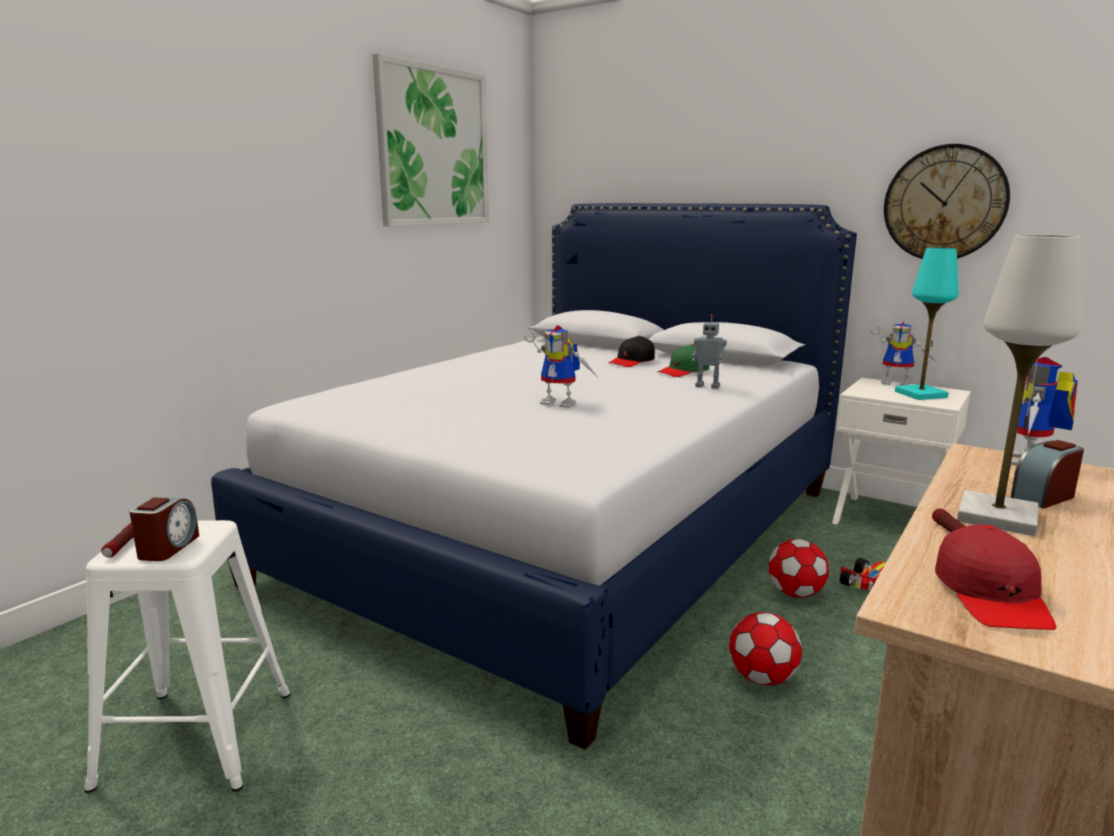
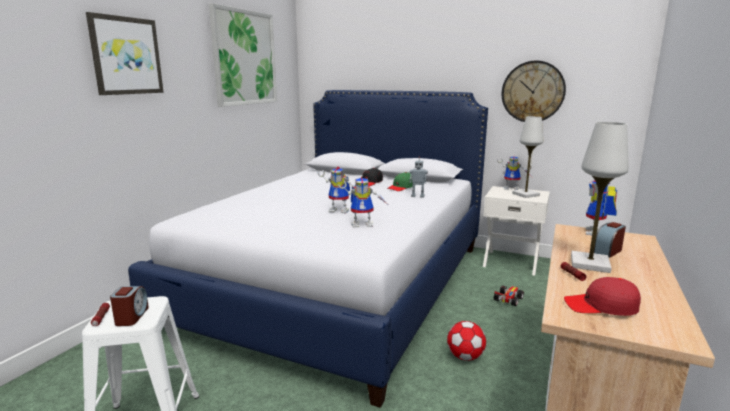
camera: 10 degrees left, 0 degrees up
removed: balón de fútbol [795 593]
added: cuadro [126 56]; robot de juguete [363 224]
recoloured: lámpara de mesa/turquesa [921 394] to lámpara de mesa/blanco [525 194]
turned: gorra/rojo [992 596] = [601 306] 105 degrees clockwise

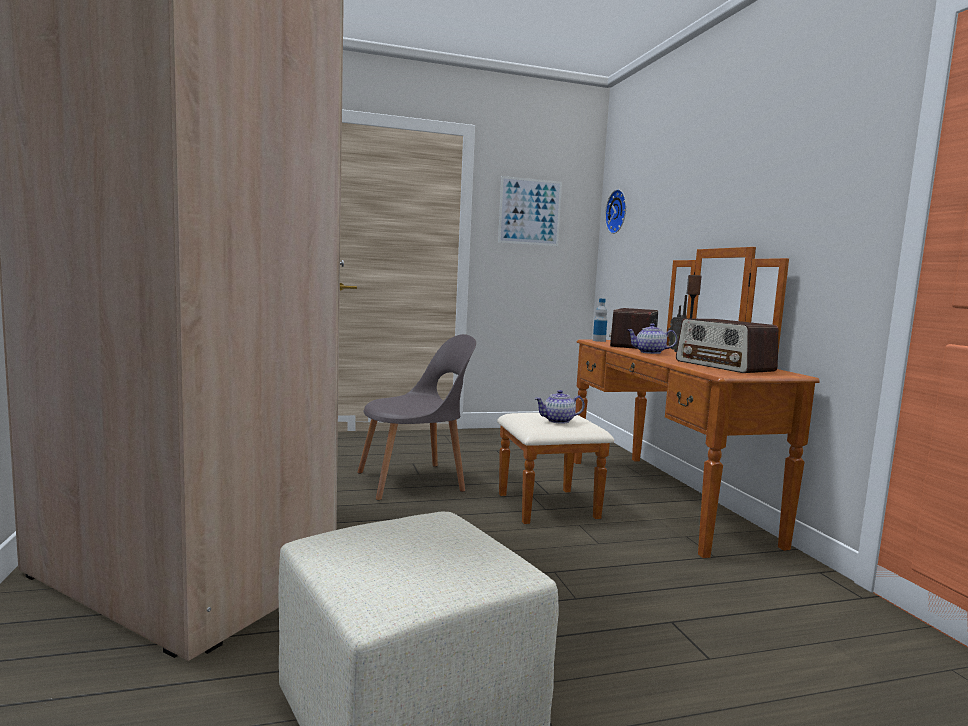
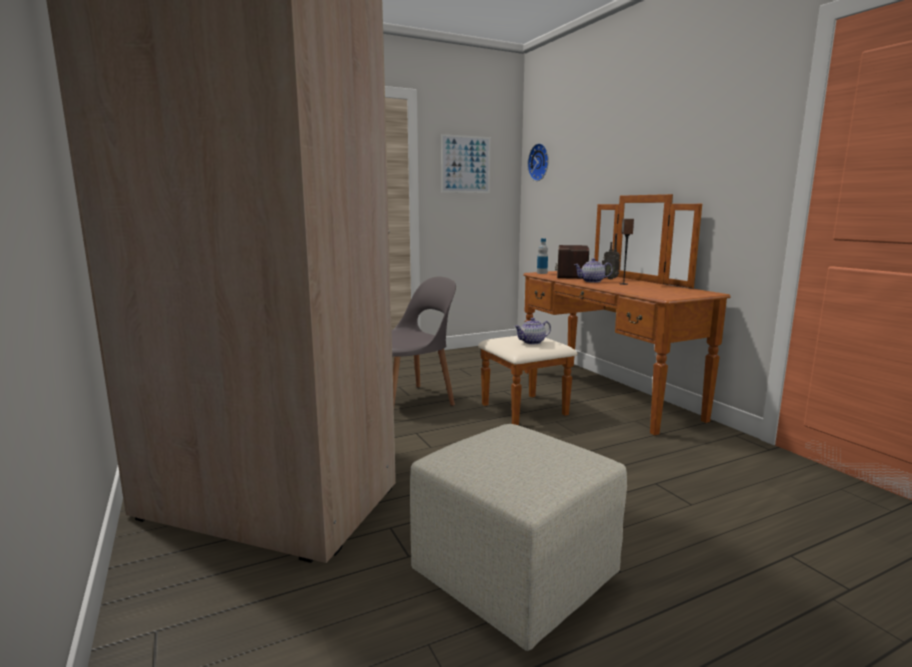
camera: 10 degrees left, 5 degrees up
removed: radio [724 366]

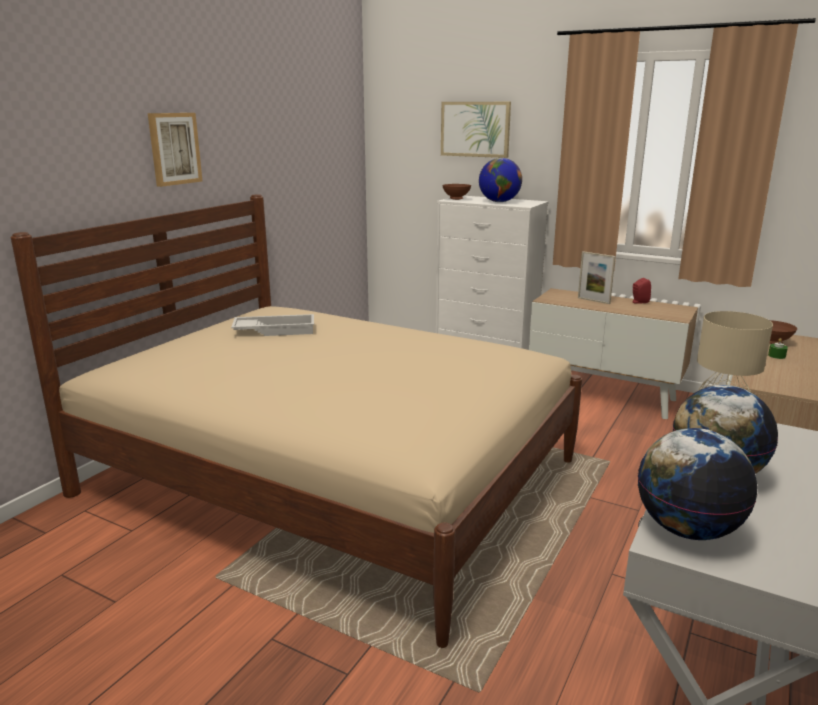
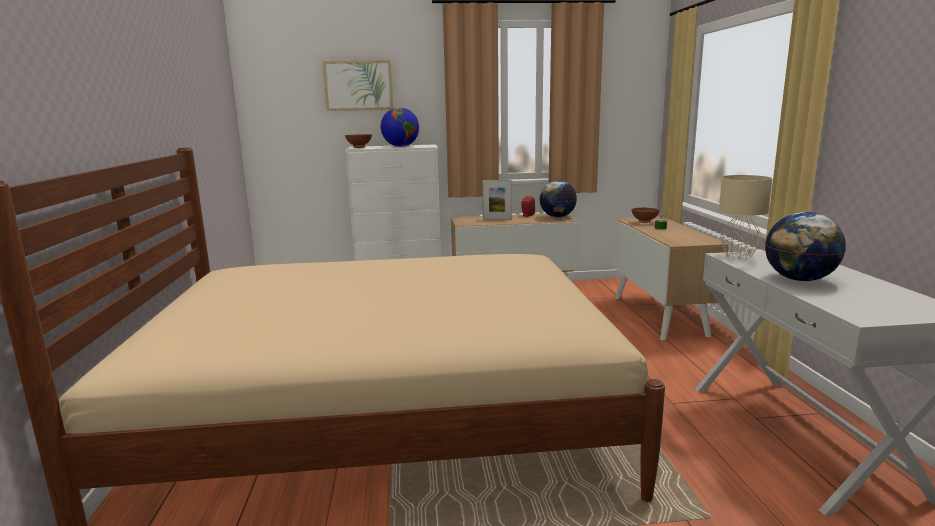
camera: 35 degrees left, 5 degrees down
removed: cuadro [174 148]; bandeja/blanco [275 330]
moved: globo terráqueo [687 529] to [557 217]

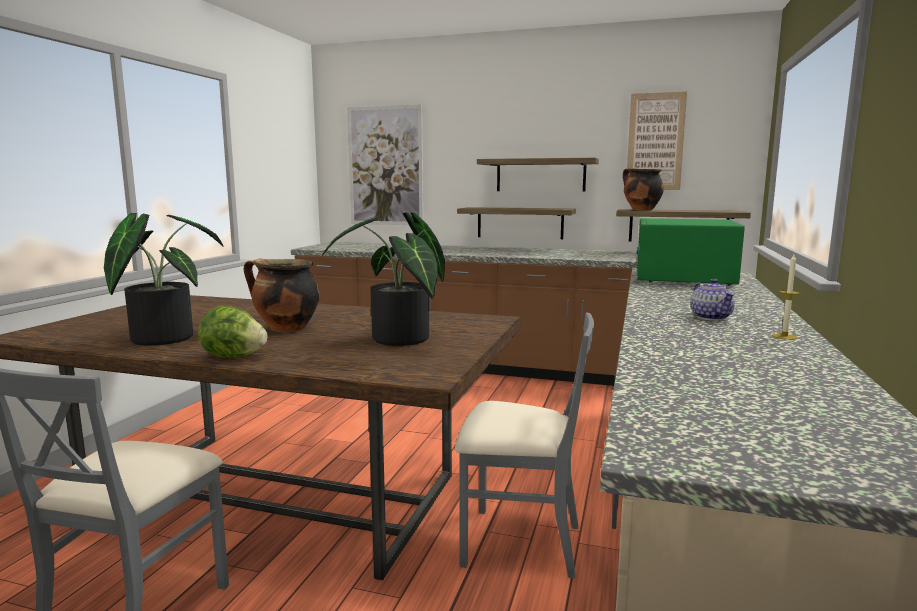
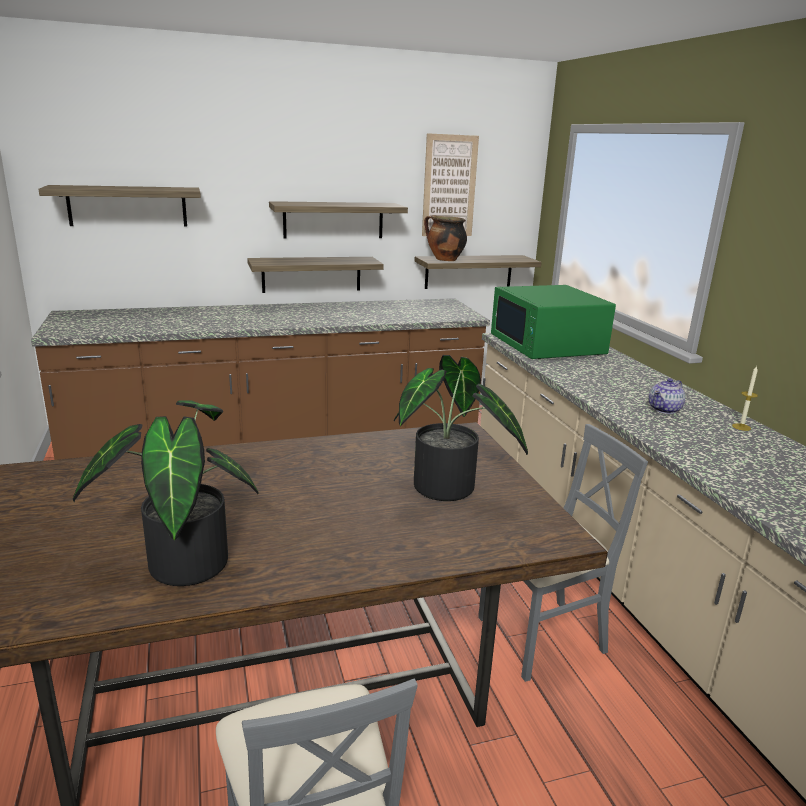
camera: 35 degrees left, 10 degrees up
removed: lechuga [233 357]; olla [285 329]
replaced: cuadro [385 166] to estante [127 206]
turned: tetera [711 317] = [665 409] 90 degrees clockwise

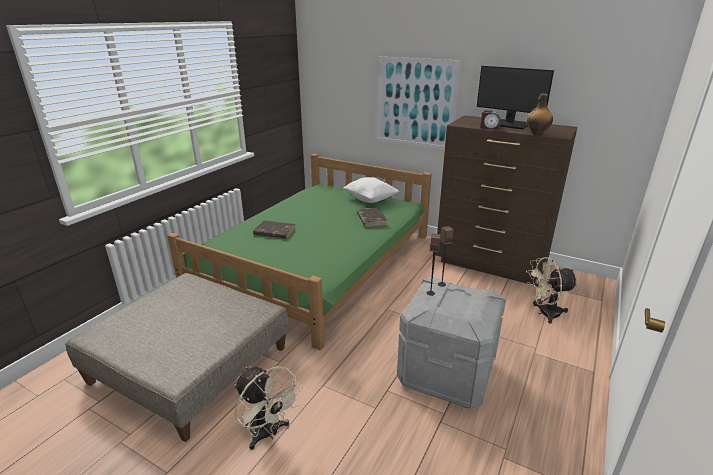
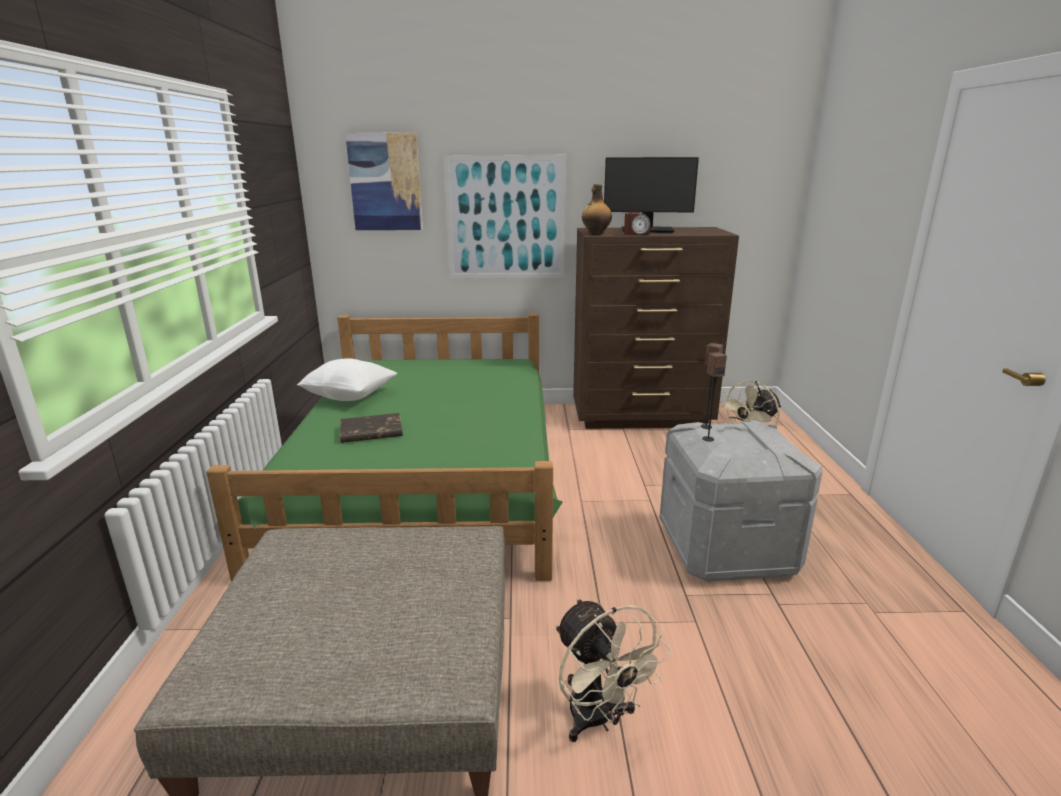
camera: 30 degrees left, 5 degrees down
removed: libro/marrón [371 219]
added: cuadro [385 182]
moved: cojín/blanco [370 200] to [349 396]; botella [537 133] to [595 234]
turned: ventilador/beis [268 433] = [599 720] 45 degrees clockwise

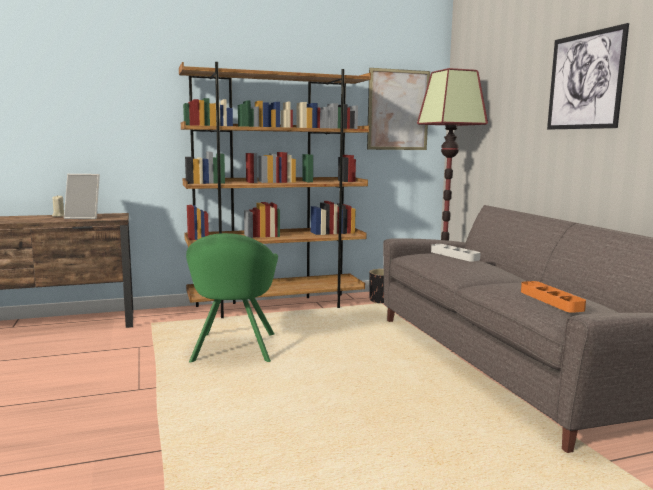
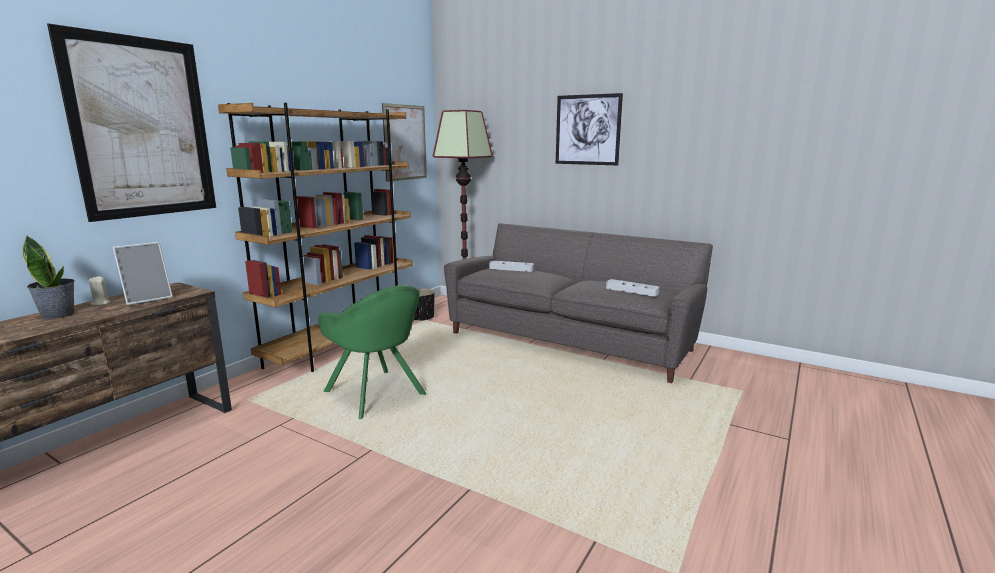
camera: 40 degrees left, 5 degrees up
added: planta en maceta [58 314]; cuadro [142 128]
recoloured: bandeja/naranja [551 300] to bandeja/gris [631 290]

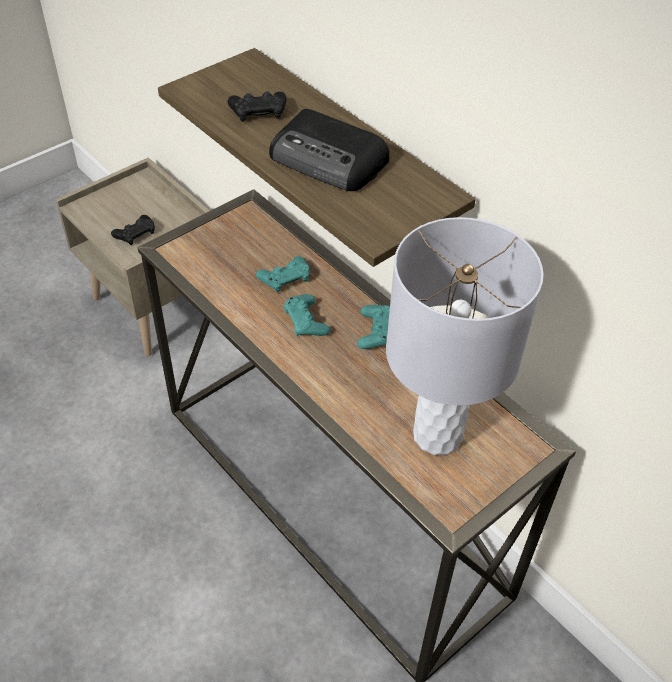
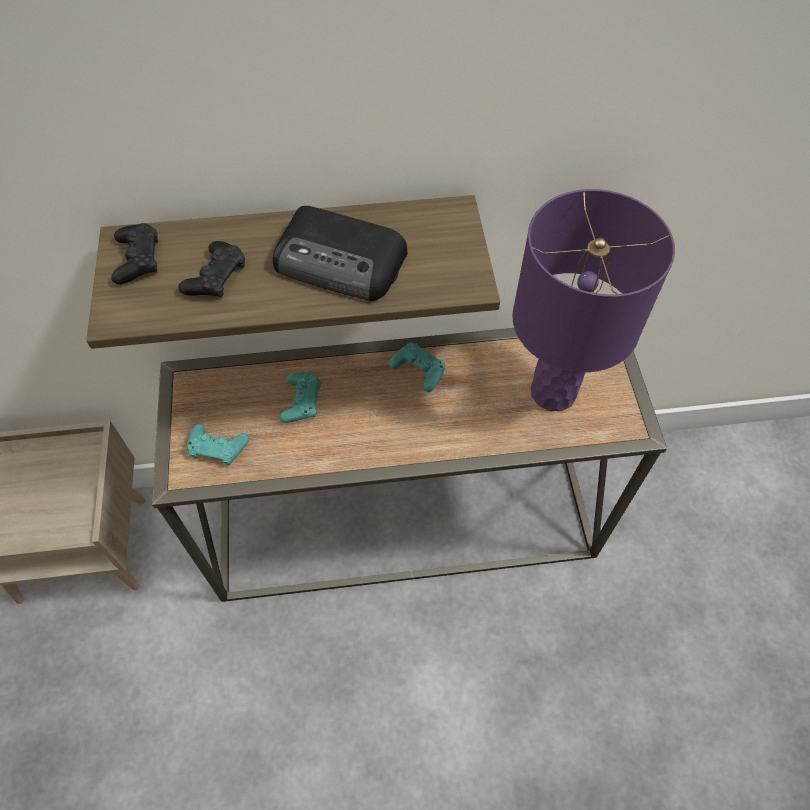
camera: 55 degrees left, 10 degrees up
moved: mando de consola/negro [135 233] to [137 259]; mando de consola/turquesa [306 321] to [218 447]
recoloured: lámpara de mesa/gris [437 434] to lámpara de mesa/morado [552 392]
turned: radio [329 160] = [341 262] 45 degrees clockwise

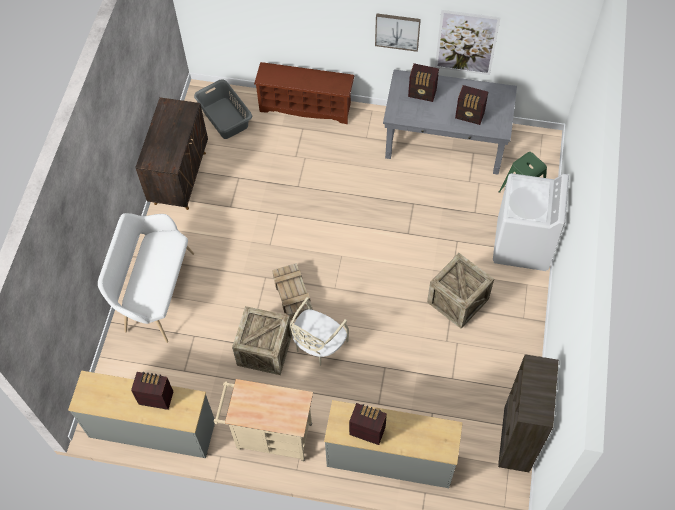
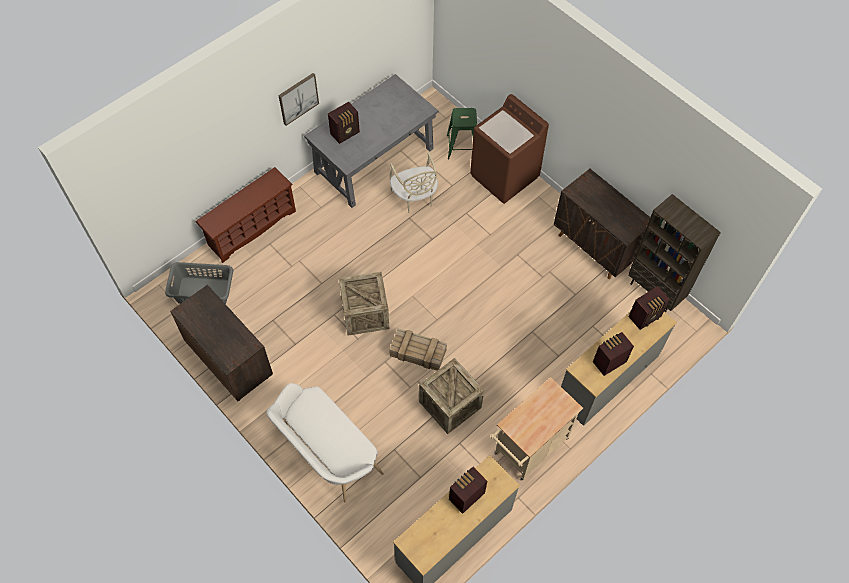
camera: 55 degrees left, 0 degrees up
removed: cuadro [466 43]
added: armario/marrón [595 247]
moved: silla/beis [318 344] to [414 197]; caja de embalaje [457 300] to [365 313]; radio [470 116] to [645 316]
recoloured: lavadora/blanco [522 245] to lavadora/marrón [504 176]

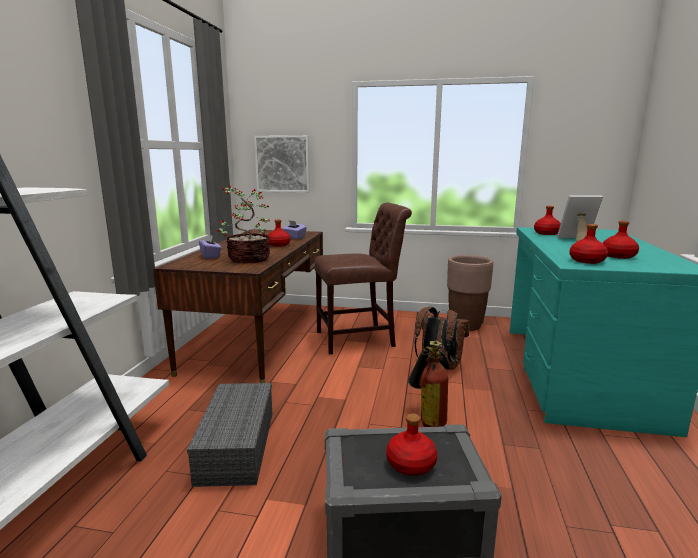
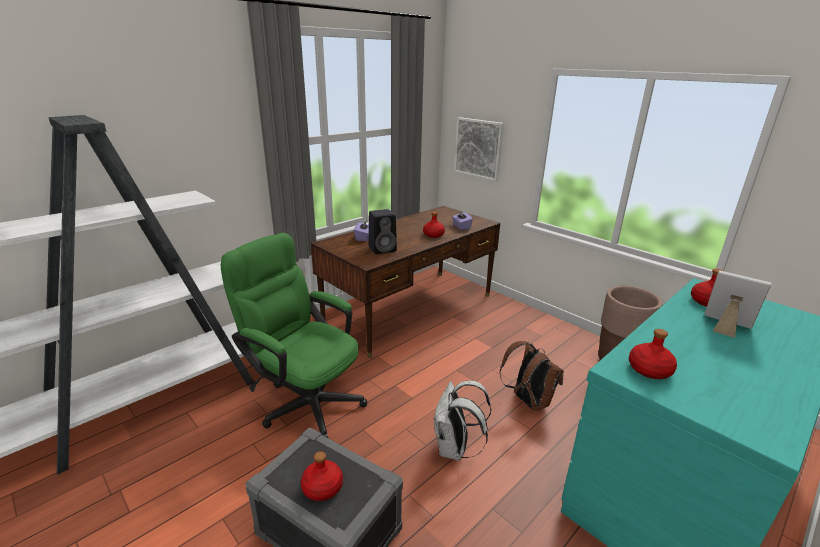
camera: 35 degrees right, 10 degrees up
removed: silla/marrón [360 339]; botella/rojo [618 256]
replaced: caja de almacenaje/gris [236 445] to silla de oficina/verde [305 400]; planta en maceta [247 259] to altavoz/negro [383 249]; extintor [427 419] to mochila/blanco [455 449]

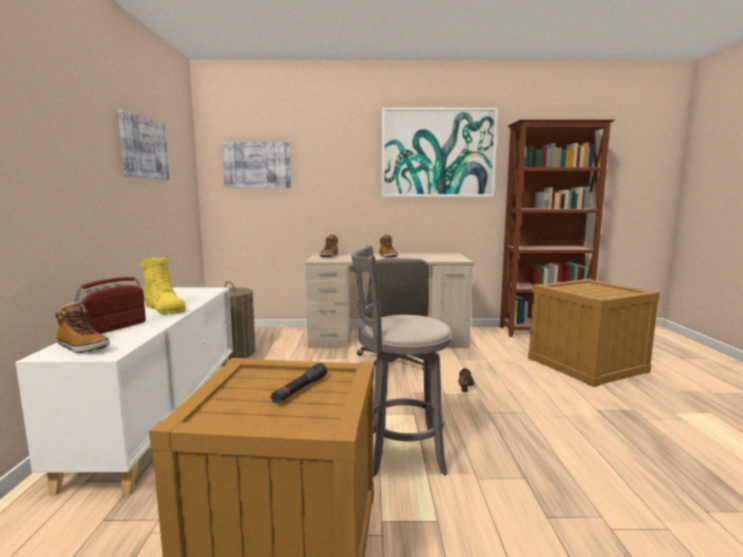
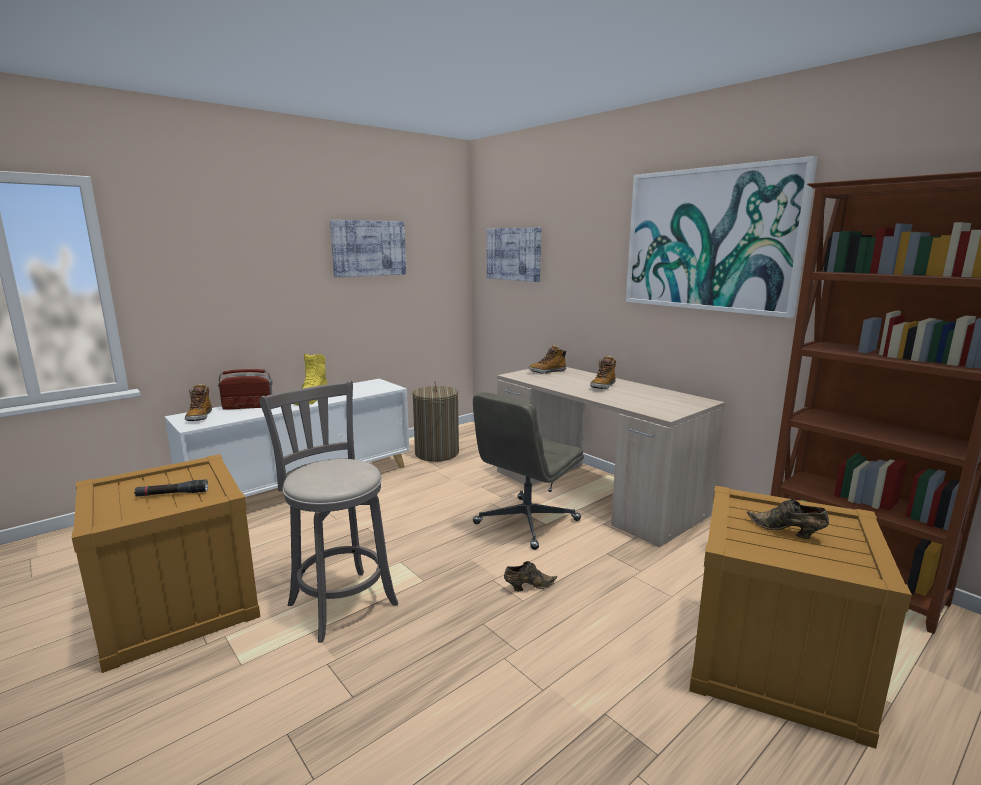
camera: 50 degrees right, 5 degrees up
added: zapato/marrón [787 532]

